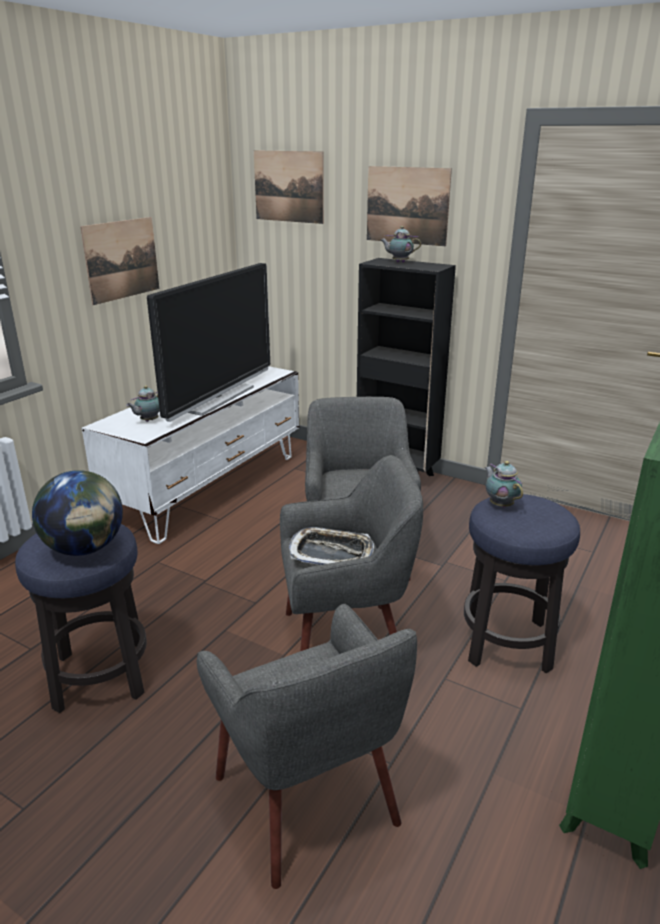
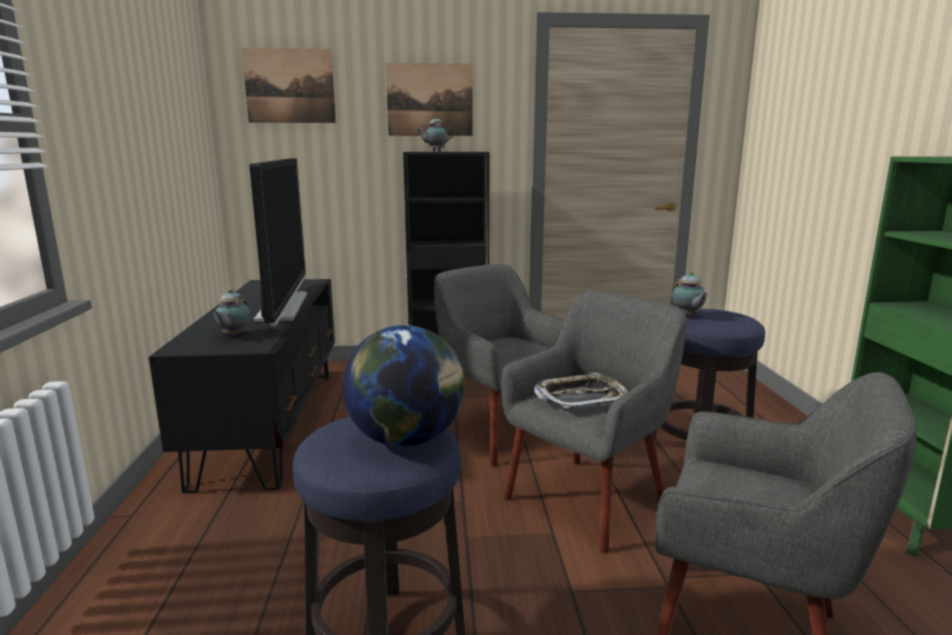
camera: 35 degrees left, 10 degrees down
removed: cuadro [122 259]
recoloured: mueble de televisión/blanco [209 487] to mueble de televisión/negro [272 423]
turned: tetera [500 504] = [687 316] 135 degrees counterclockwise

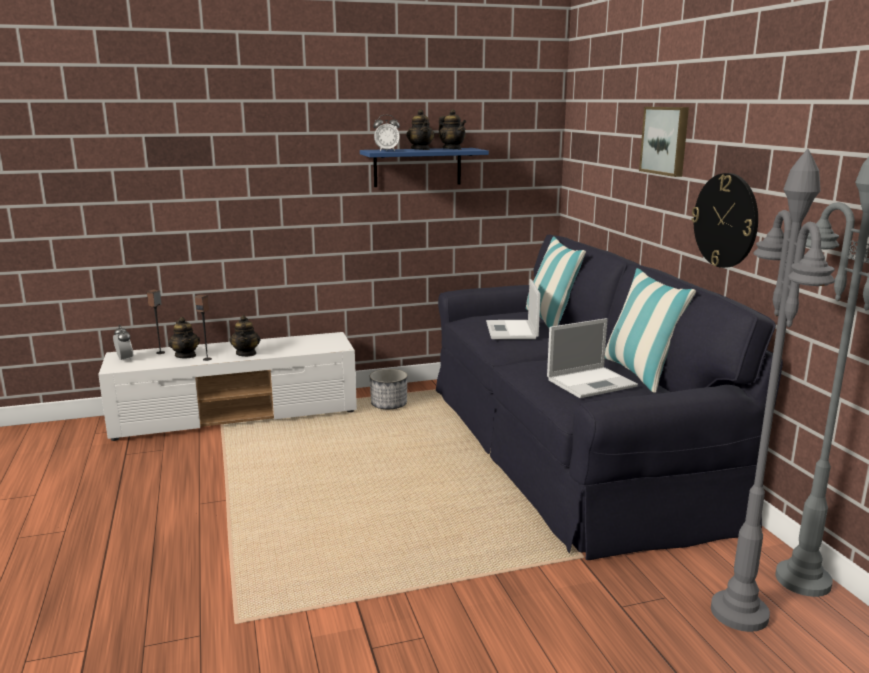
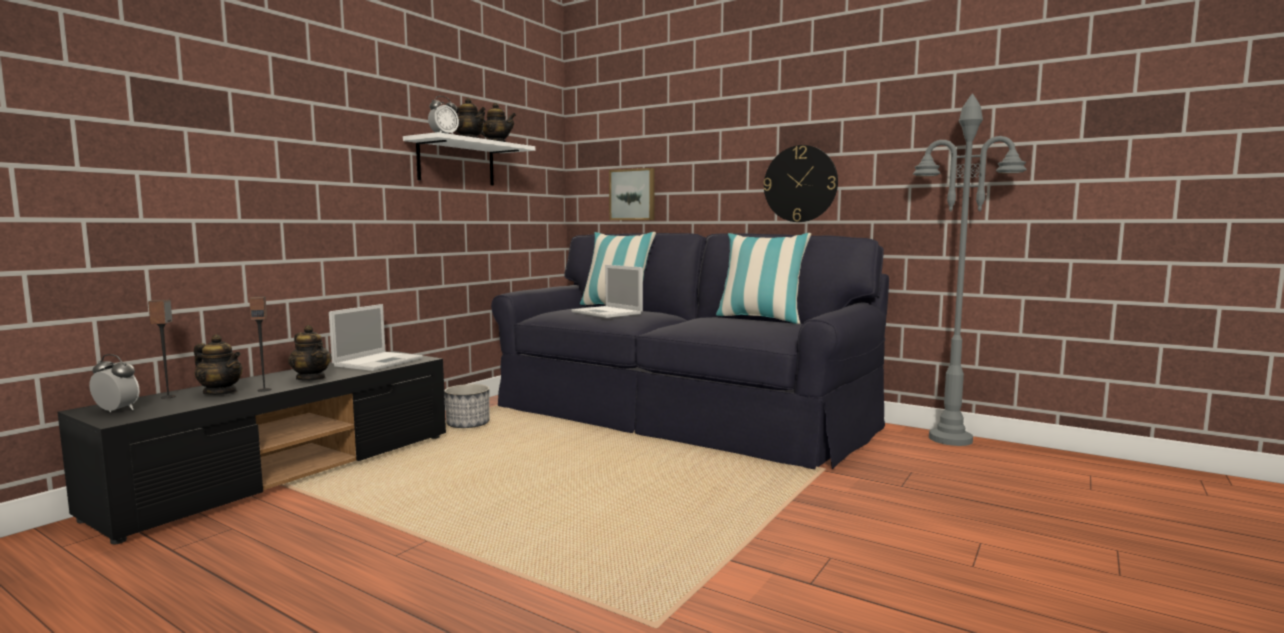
camera: 40 degrees left, 10 degrees down
removed: lámpara de pie/gris [739 613]
moved: portátil [592 382] to [379 362]; cuadro [666 140] to [633 195]
recoloured: mueble de televisión/blanco [238 415] to mueble de televisión/negro [290 472]; estante/azul [417 167] to estante/blanco [456 163]

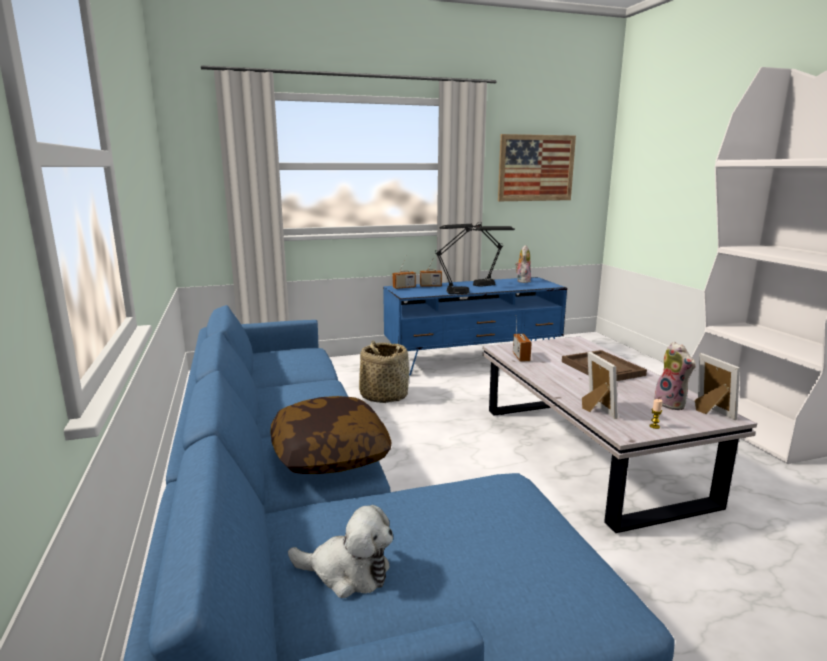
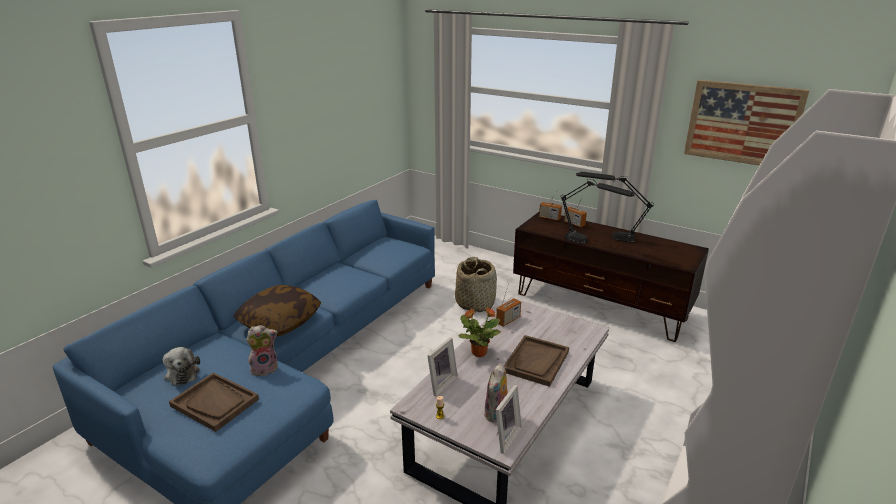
camera: 50 degrees right, 10 degrees up
added: bandeja/marrón [215 403]; planta en maceta [478 352]
moved: peluche [522 281] to [265 368]
recoloured: mueble de televisión/azul [473 359] to mueble de televisión/marrón [600 306]

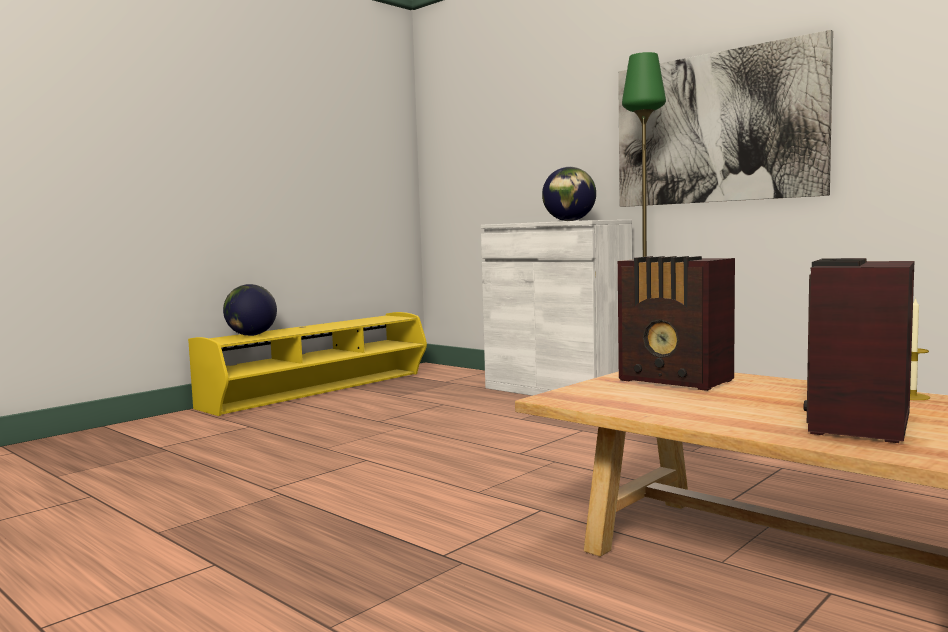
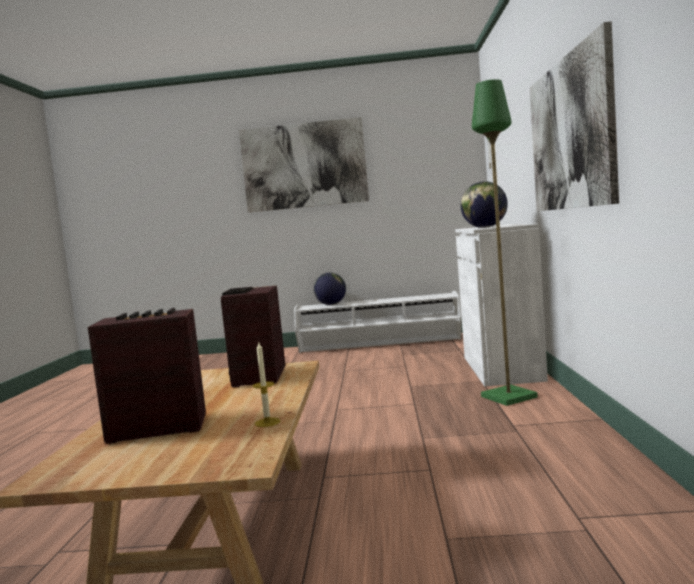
camera: 50 degrees right, 0 degrees up
added: cuadro [304 165]
recoloured: mueble de televisión/amarillo [320 391] to mueble de televisión/blanco [379 344]

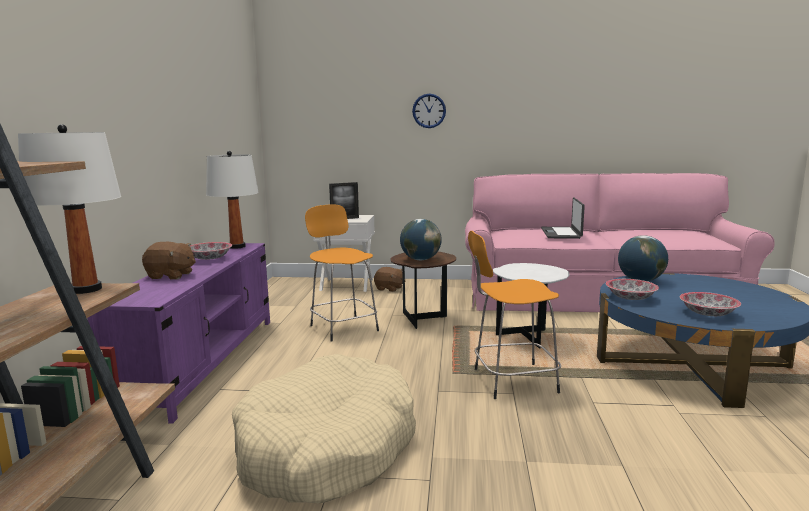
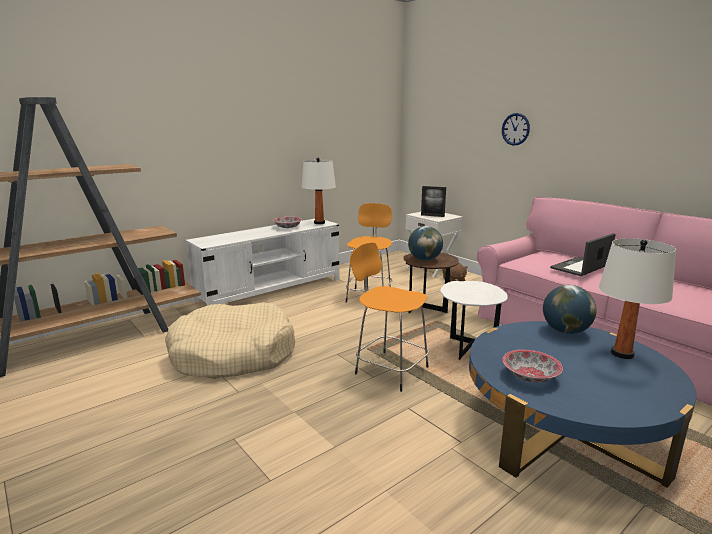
camera: 45 degrees right, 5 degrees up
removed: peluche/marrón [171 276]; cuenco [630 298]
moved: lámpara de mesa/blanco [86 289] to [622 353]
recoloured: mueble de televisión/morado [203 361] to mueble de televisión/blanco [271 290]

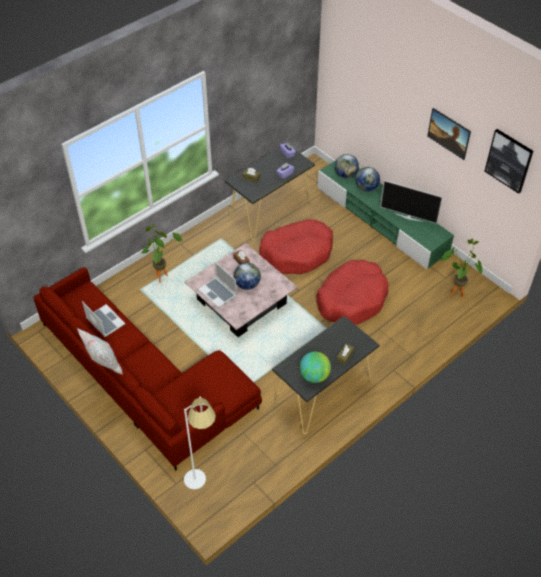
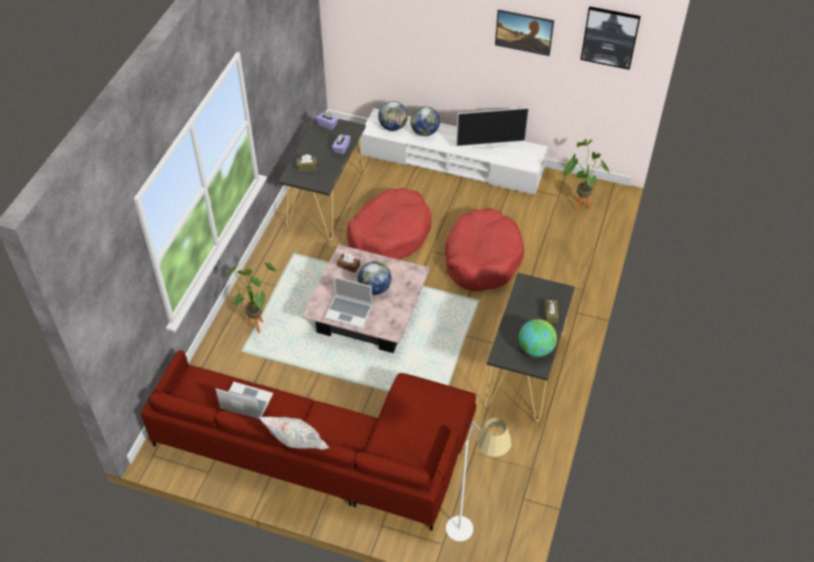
camera: 30 degrees left, 0 degrees up
recoloured: mueble de televisión/verde [381 220] to mueble de televisión/blanco [452 162]

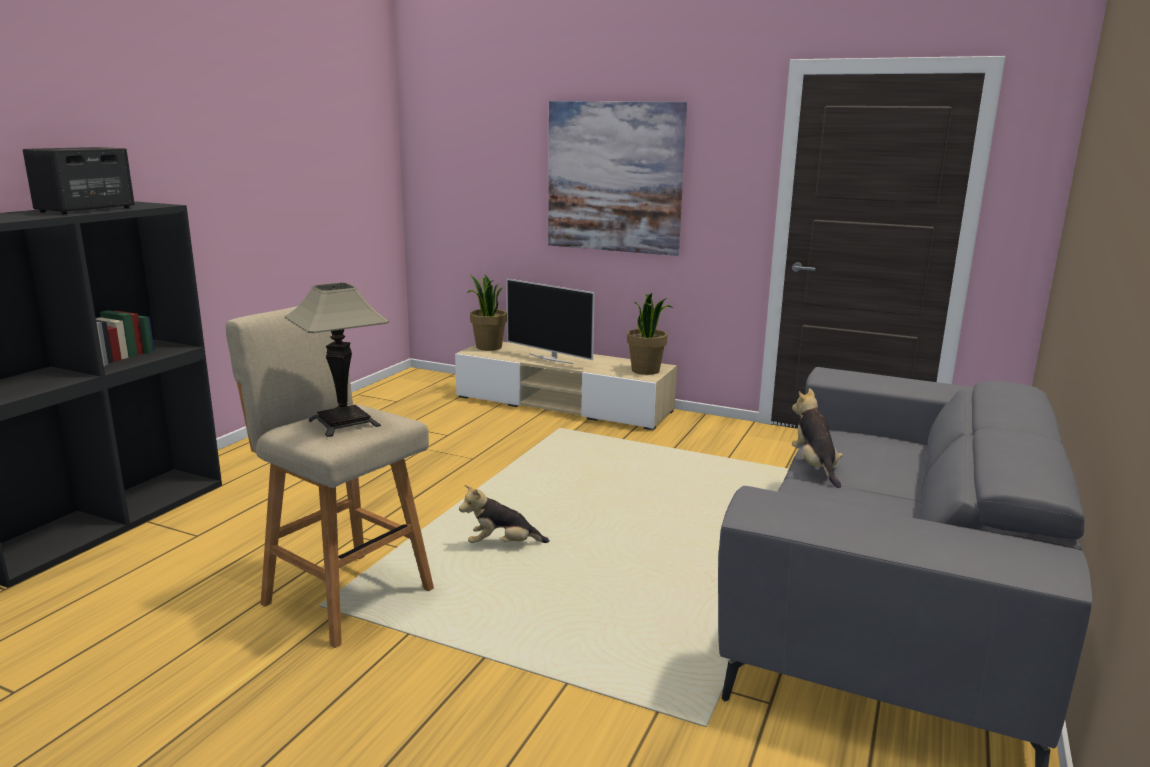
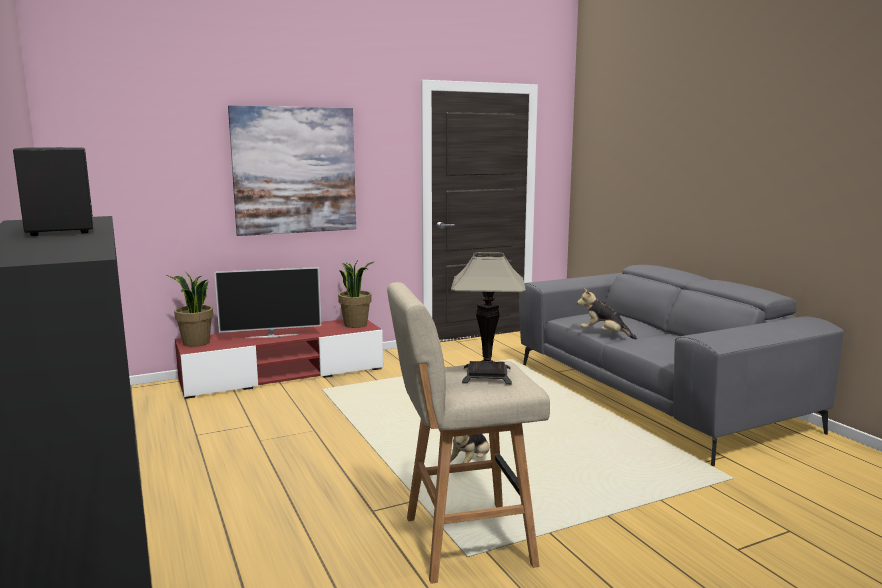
camera: 50 degrees left, 5 degrees down
recoloured: mueble de televisión/beis [563 404] to mueble de televisión/rojo [283 375]

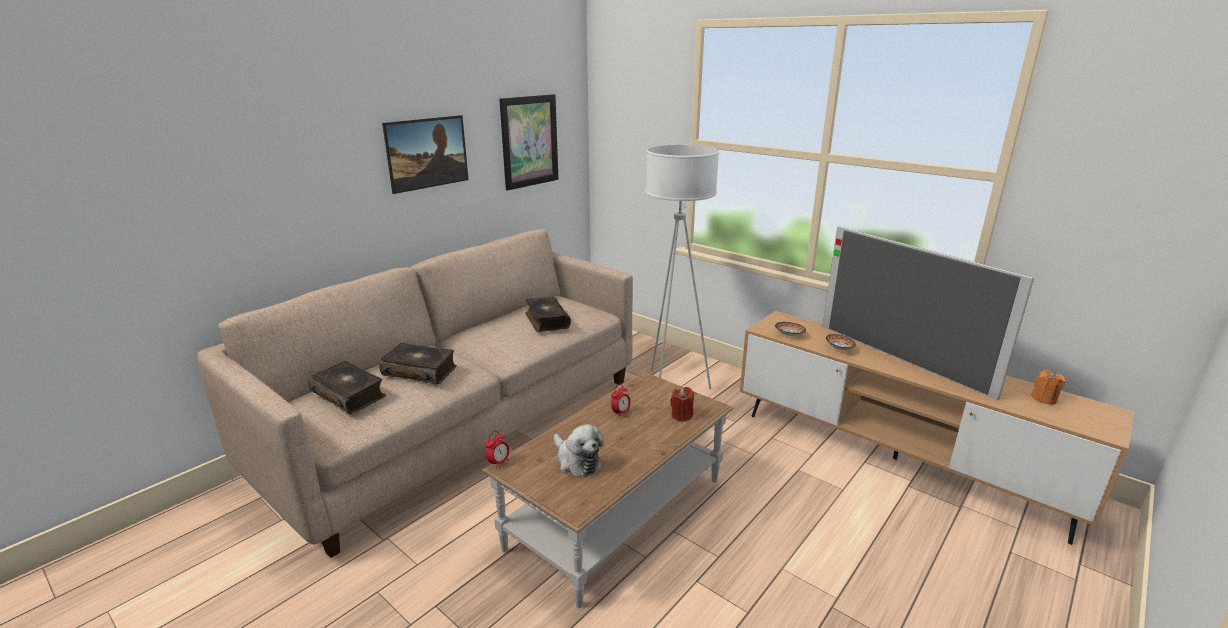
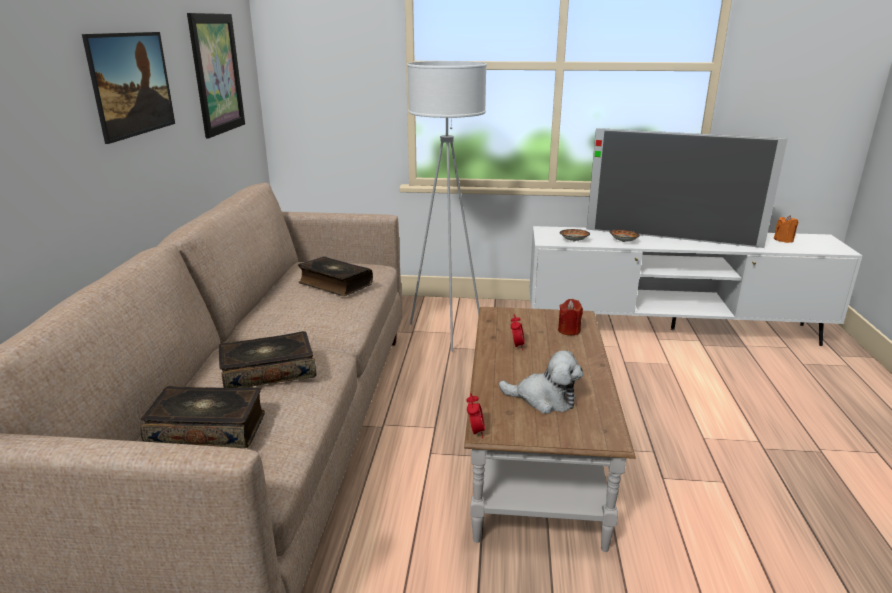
camera: 35 degrees left, 0 degrees up
recoloured: mueble de televisión/marrón [894 458] to mueble de televisión/blanco [672 329]

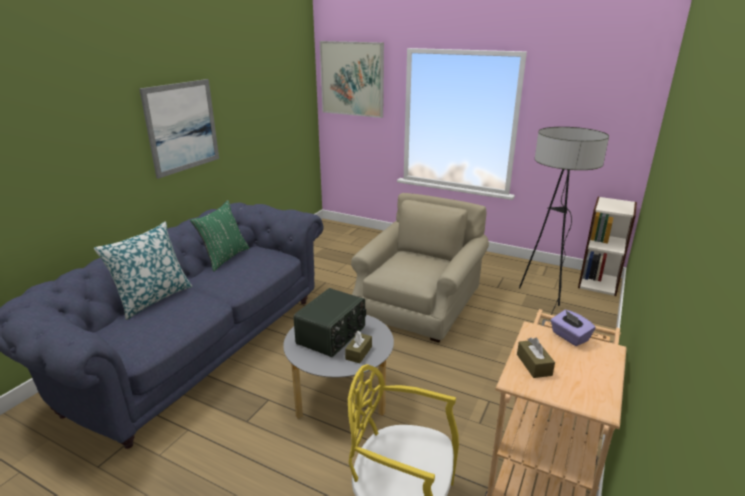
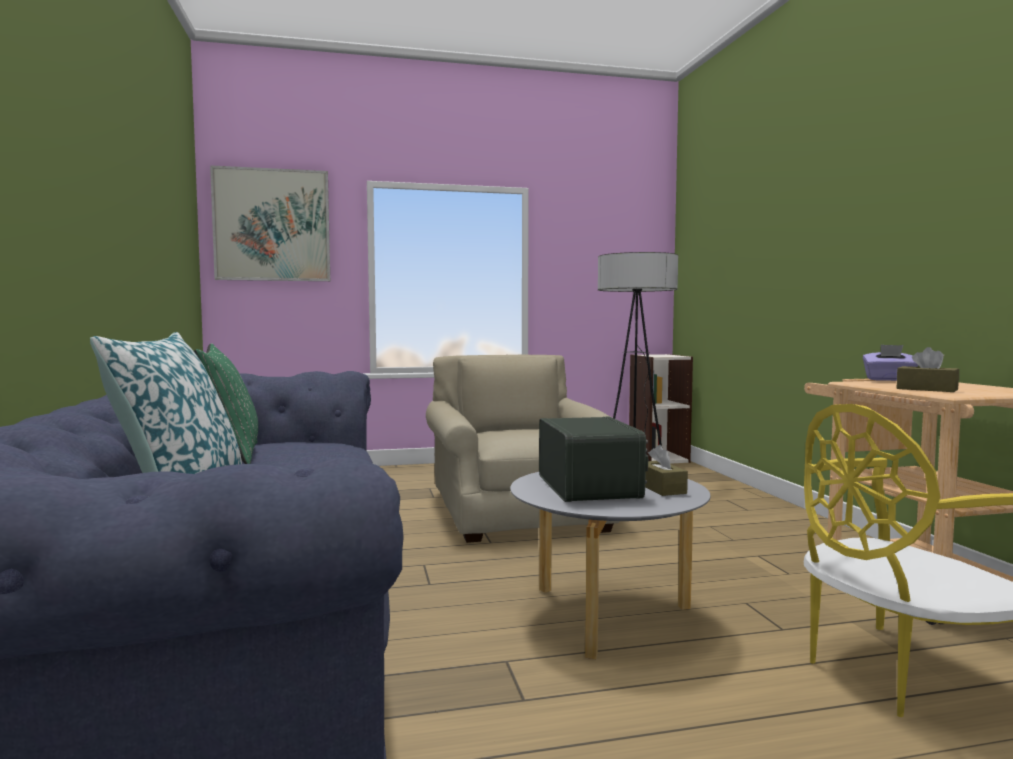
camera: 40 degrees left, 20 degrees down
removed: cuadro [182 127]

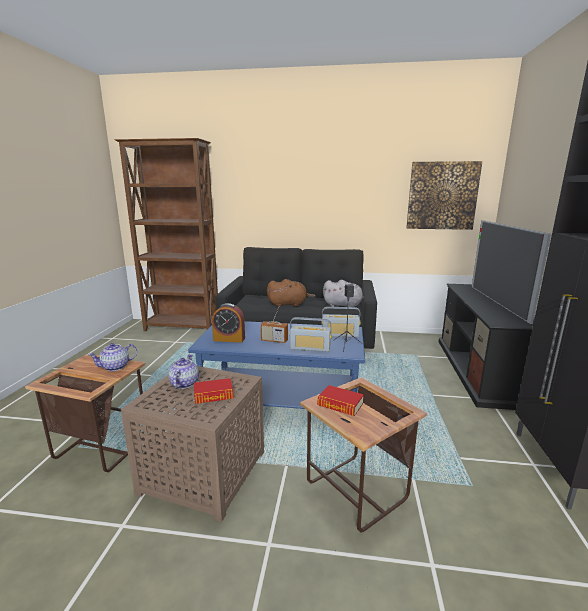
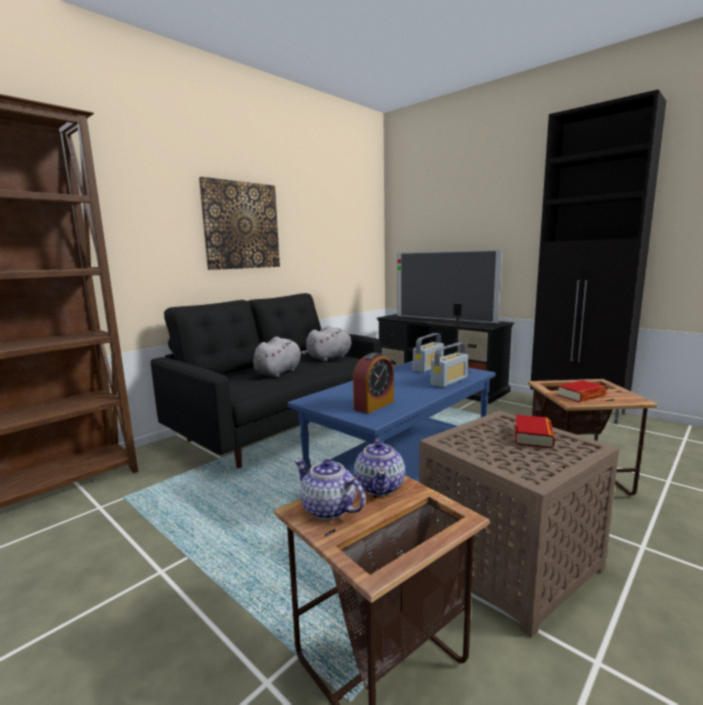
camera: 55 degrees left, 5 degrees down
removed: radio [274 340]
moved: tetera [184 384] to [328 509]; cuadro [442 196] to [241 226]
recoloured: peluche/marrón [289 304] to peluche/gris [279 372]

